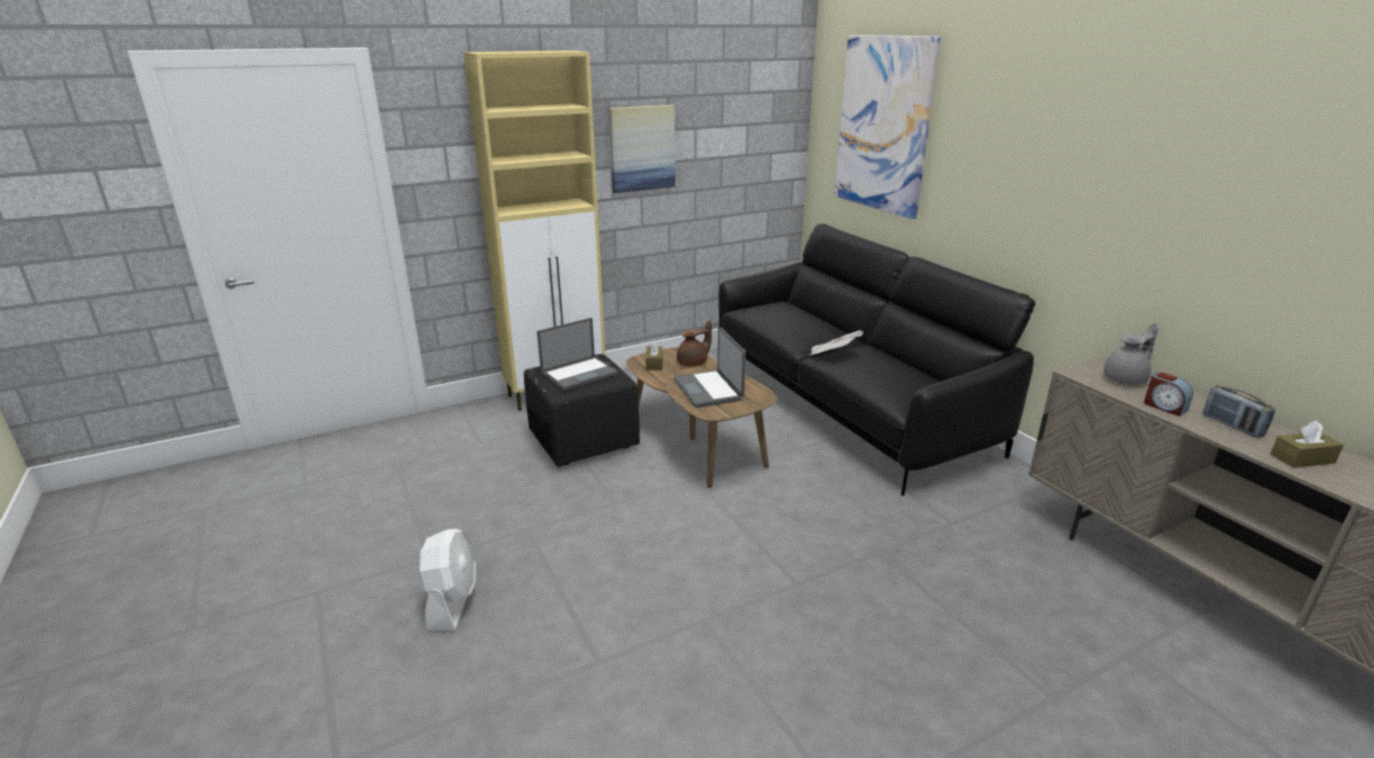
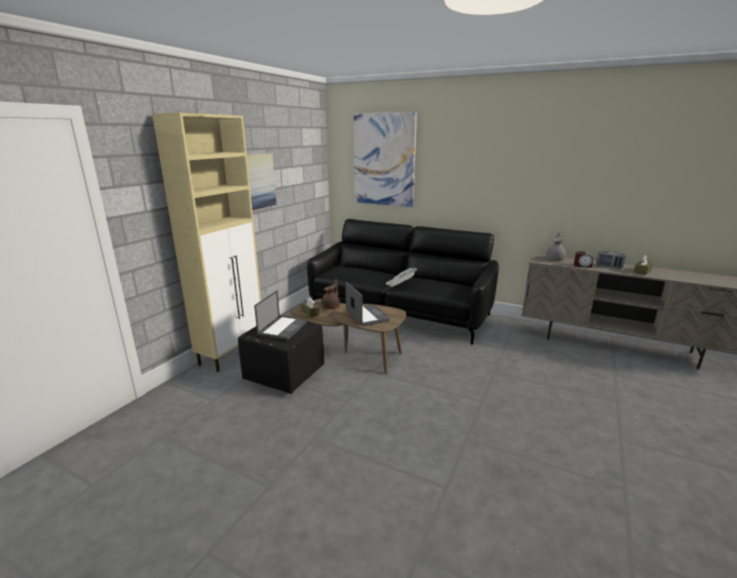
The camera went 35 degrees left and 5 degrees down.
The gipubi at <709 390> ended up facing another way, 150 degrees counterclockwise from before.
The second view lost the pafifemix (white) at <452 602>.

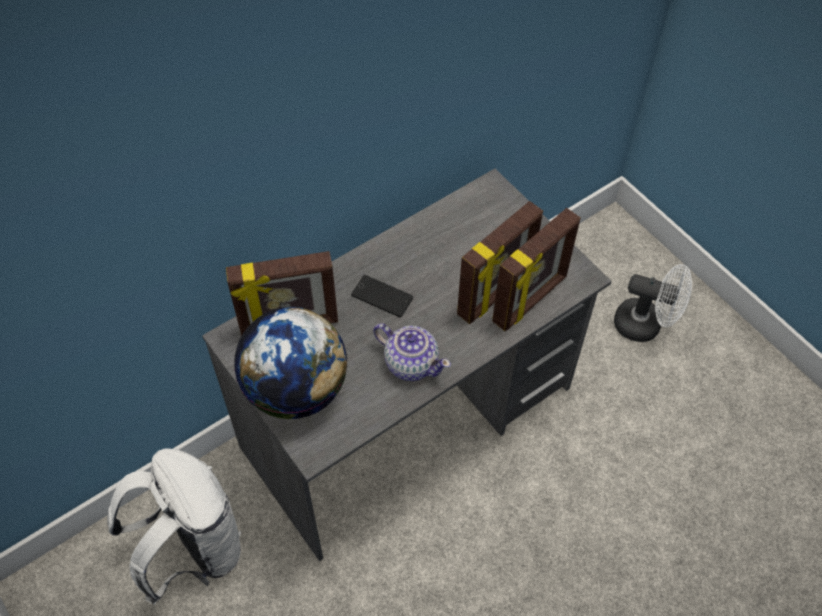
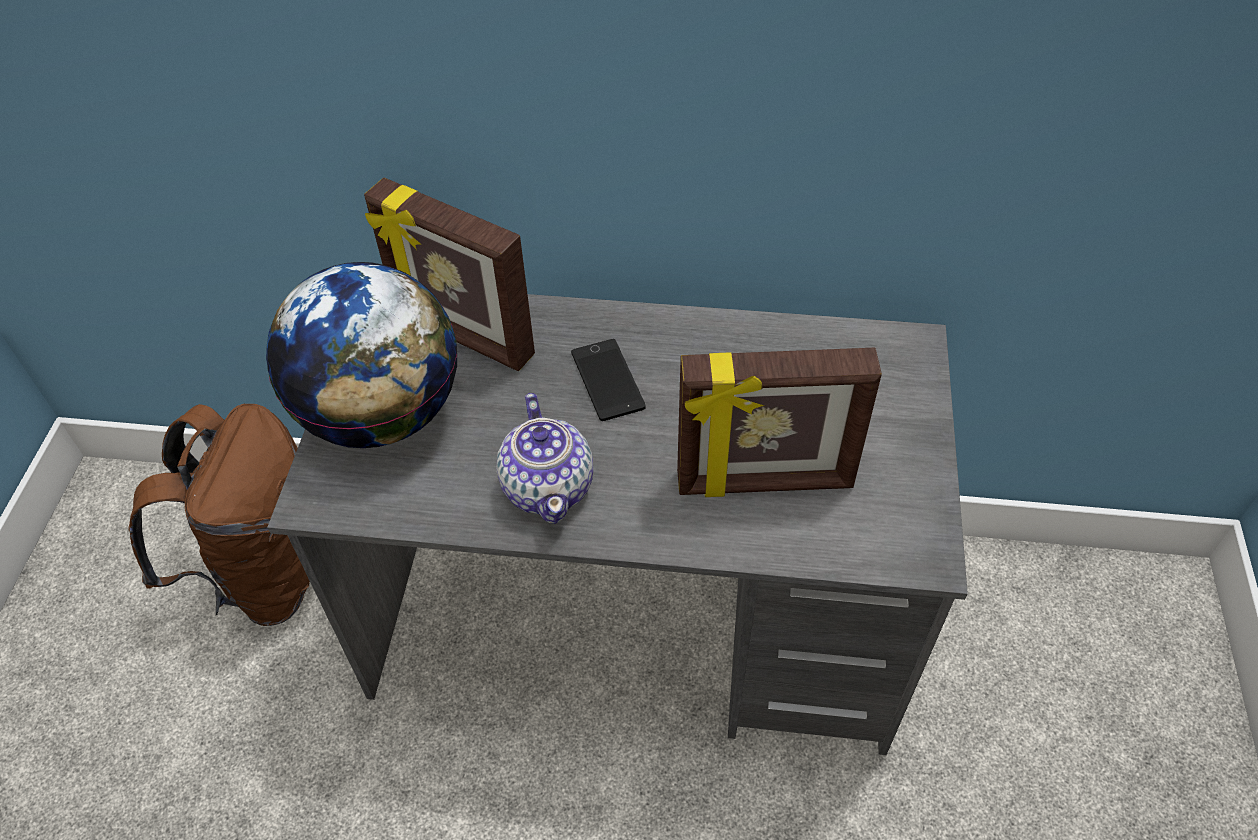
The camera went 45 degrees right and 5 degrees down.
What was the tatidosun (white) at <193 550> turned into the tatidosun (brown) at <268 572>.
The second view lost the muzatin at <531 300>.
The second view lost the pafifemix (white) at <645 325>.

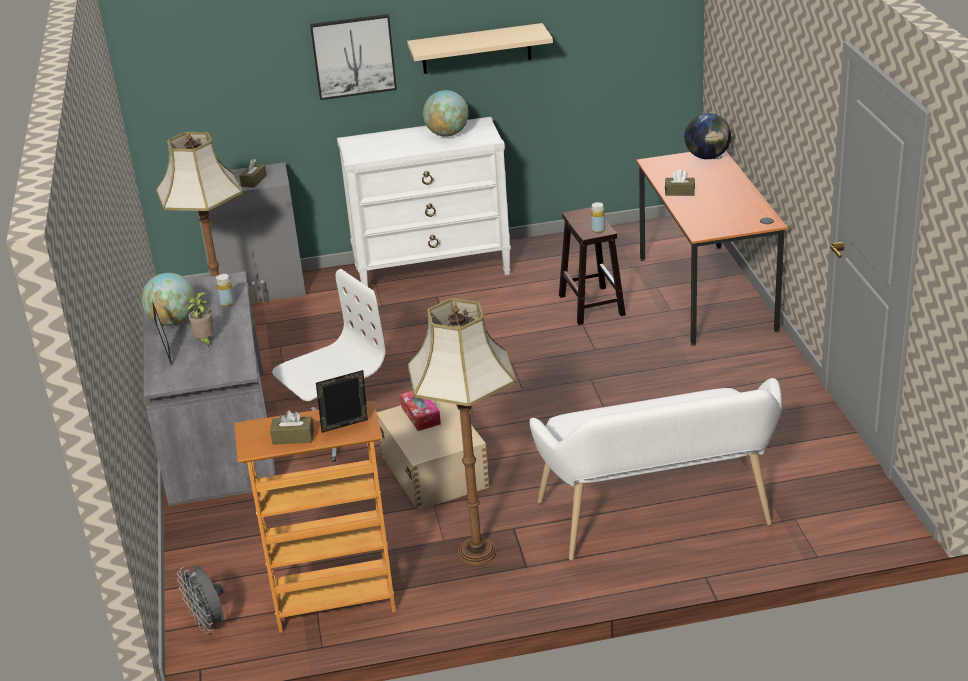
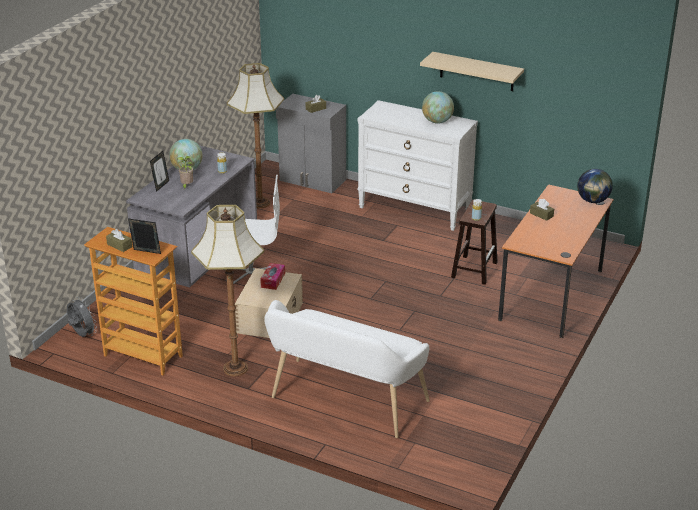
The camera went 35 degrees right and 0 degrees up.
The pafifemix (grey) at <209 623> ended up facing another way, 135 degrees clockwise from before.
The second view lost the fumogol at <353 56>.

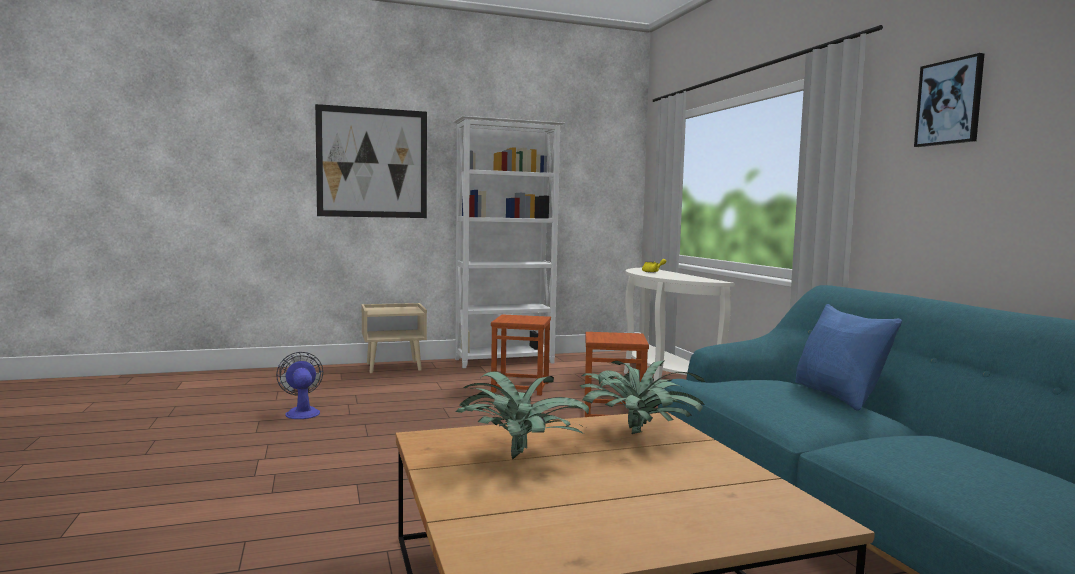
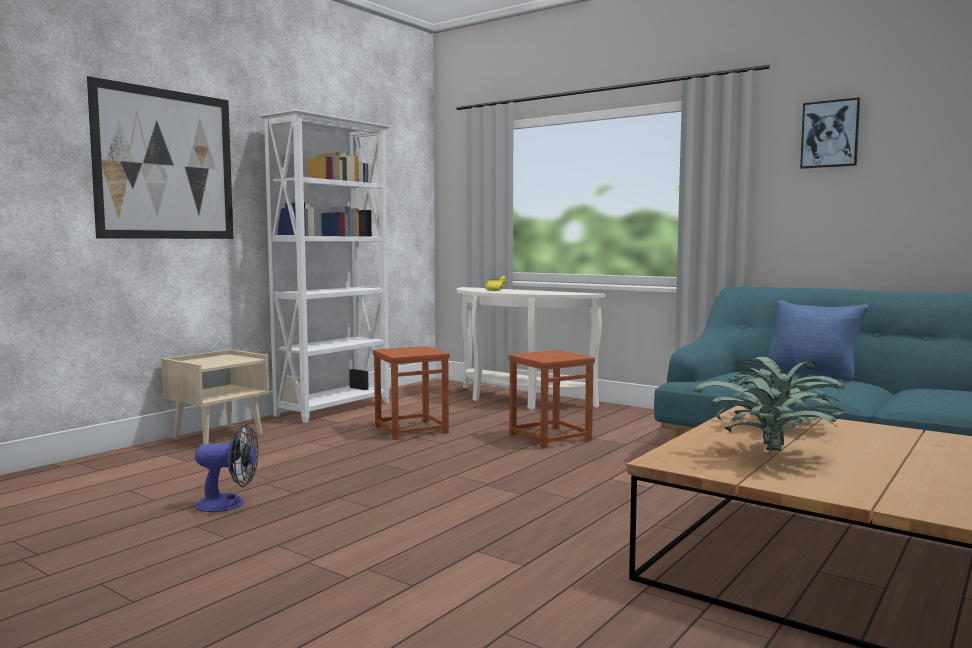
The camera went 35 degrees left and 0 degrees up.
The pafifemix at <302 412> ended up facing another way, 150 degrees clockwise from before.

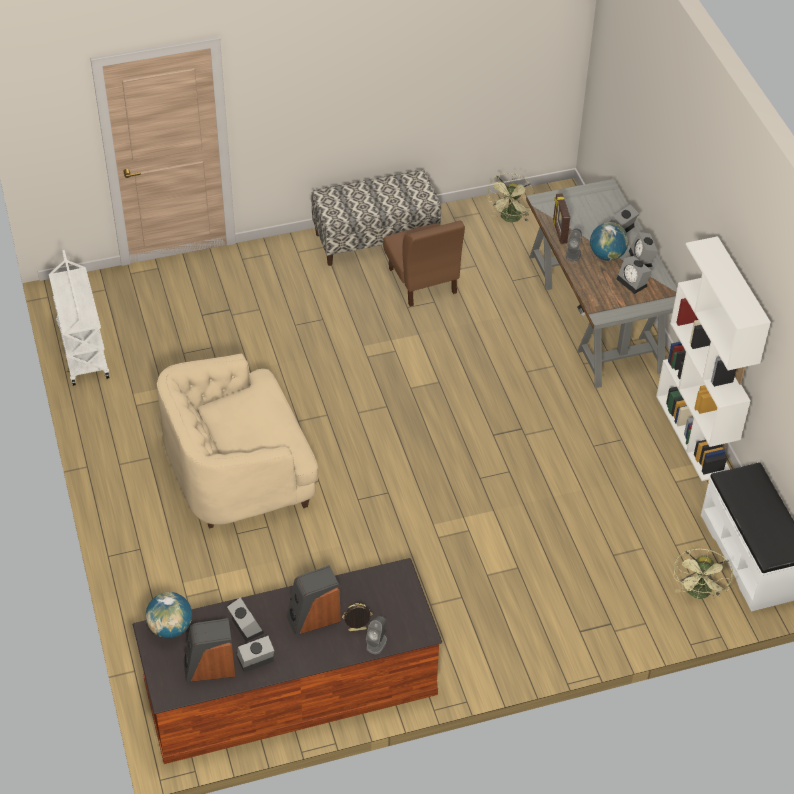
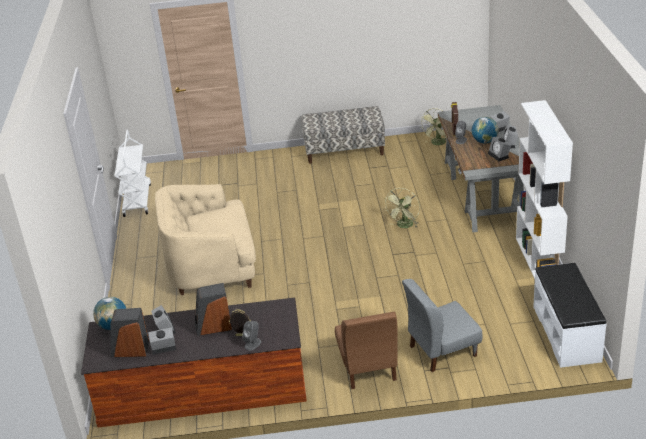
The camera went 15 degrees right and 15 degrees down.
The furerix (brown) ended up elsewhere, having gone from <422 281> to <368 368>.
The pafifemix (green) ended up elsewhere, having gone from <698 594> to <404 226>.
The second view gained the furerix (grey) at <442 350>.

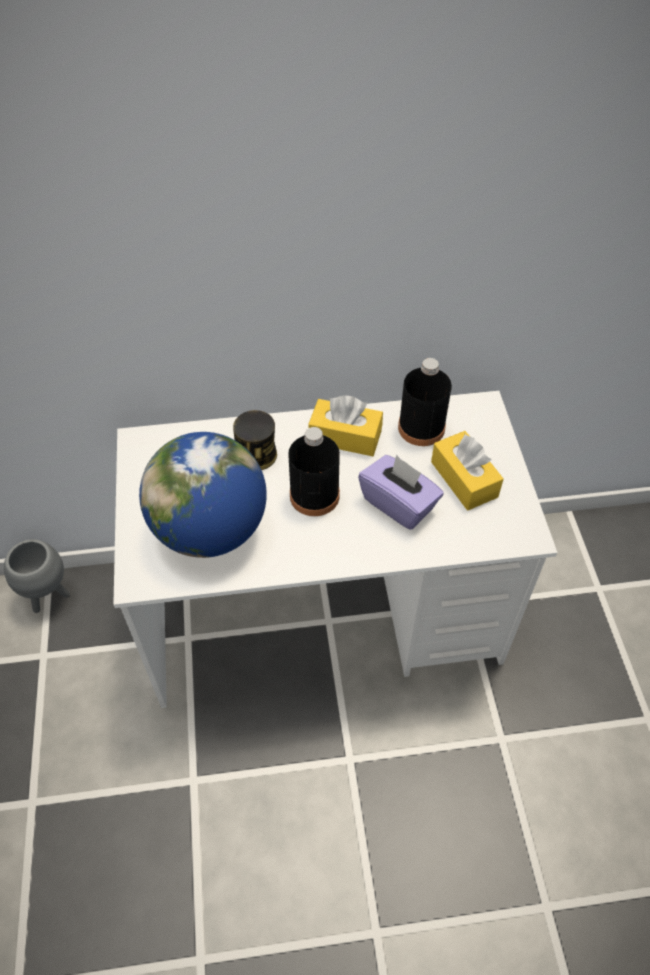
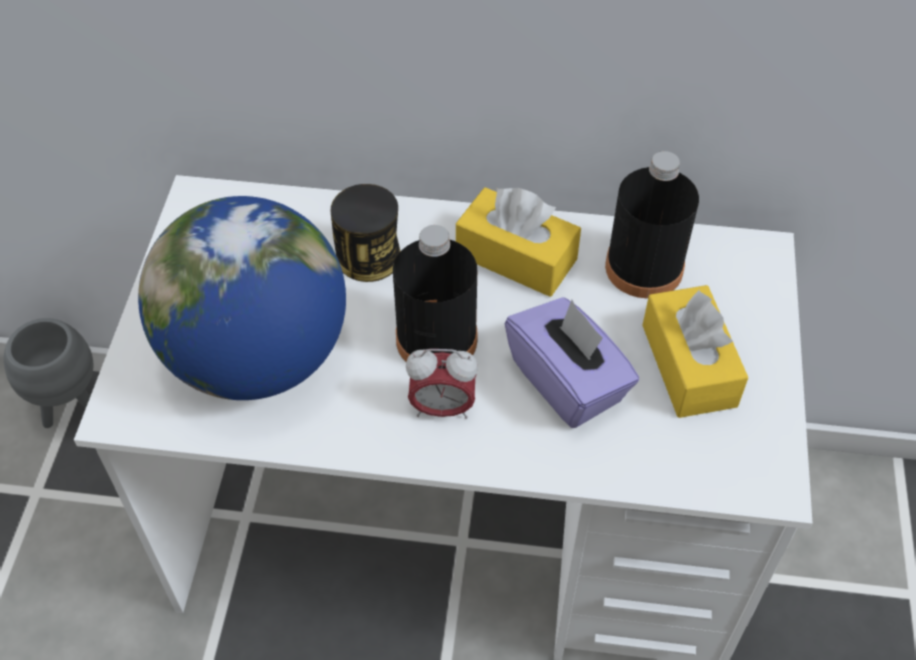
The camera went 15 degrees right and 0 degrees up.
The second view gained the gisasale at <442 408>.

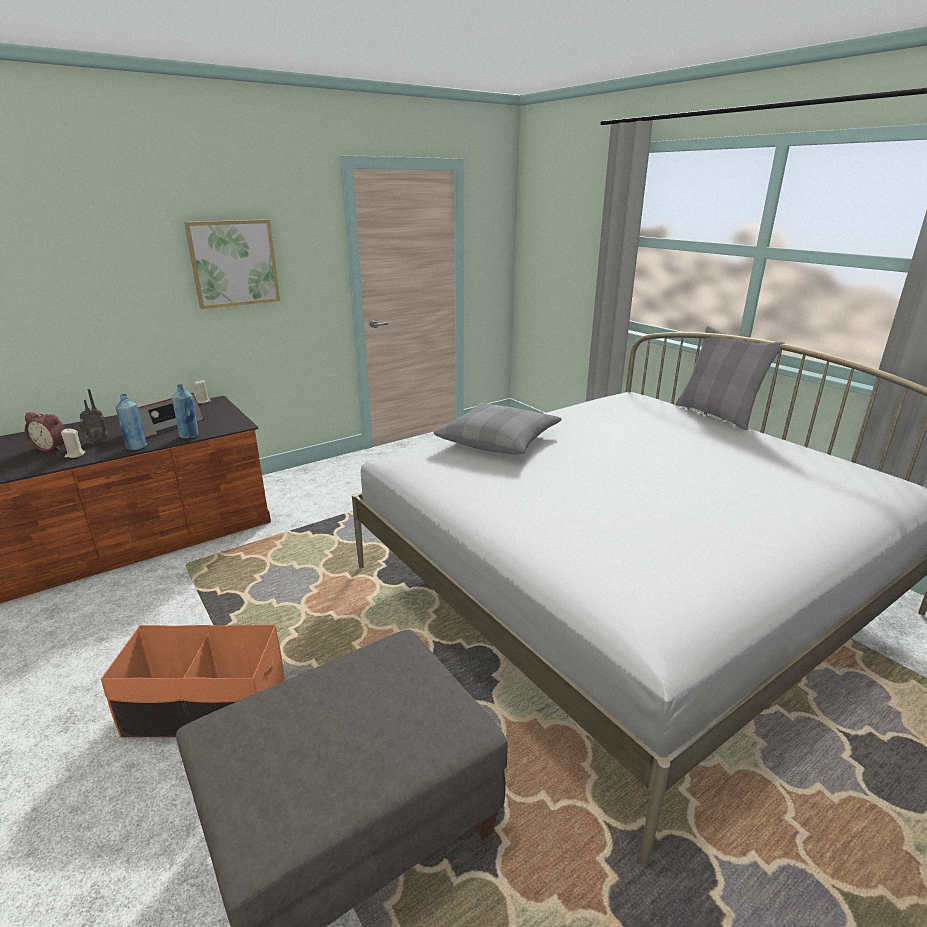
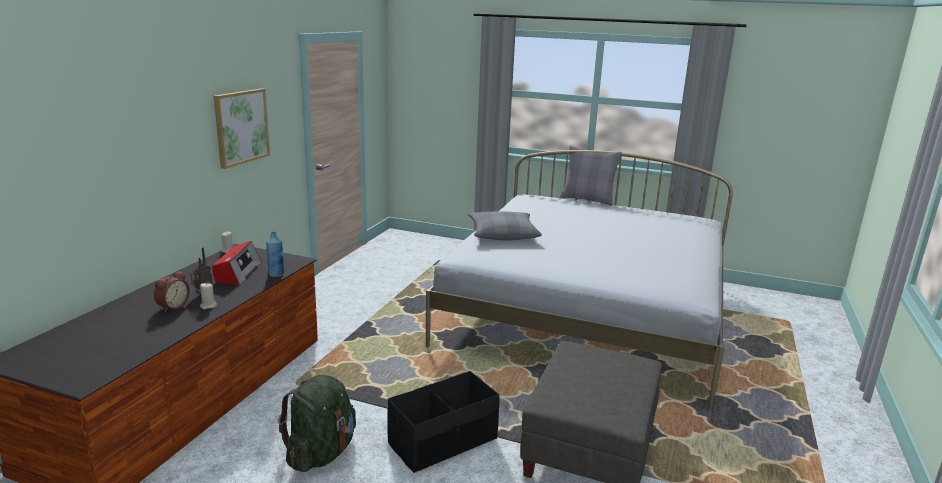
The camera went 35 degrees left and 5 degrees down.
The gisasale at <53 447> ended up facing another way, 45 degrees counterclockwise from before.
The second view gained the tatidosun (green) at <321 453>.
What was the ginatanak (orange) at <207 708> turned into the ginatanak (black) at <443 441>.
The second view lost the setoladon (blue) at <136 447>.

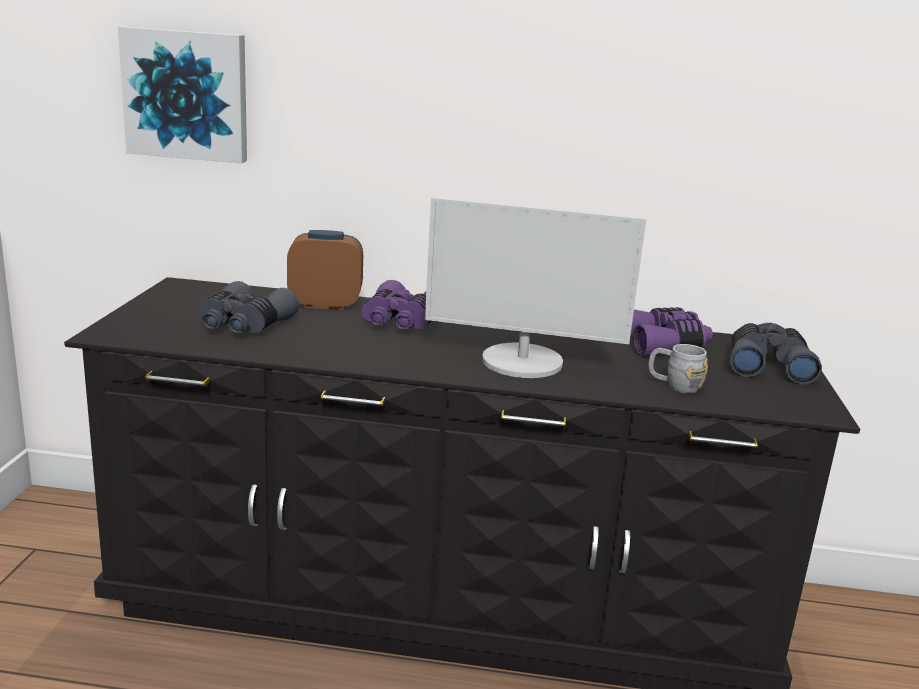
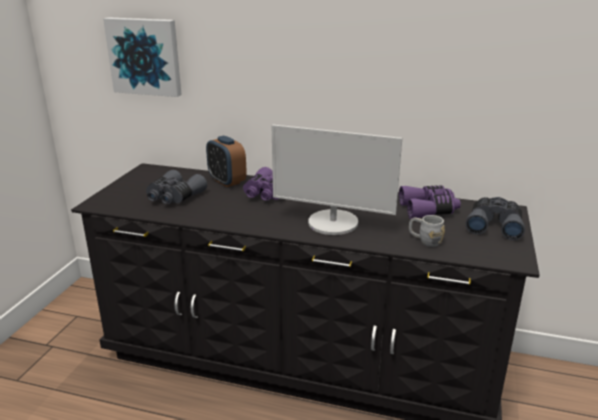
The camera went 10 degrees right and 5 degrees up.
The gisasale at <325 304> ended up facing another way, 135 degrees counterclockwise from before.

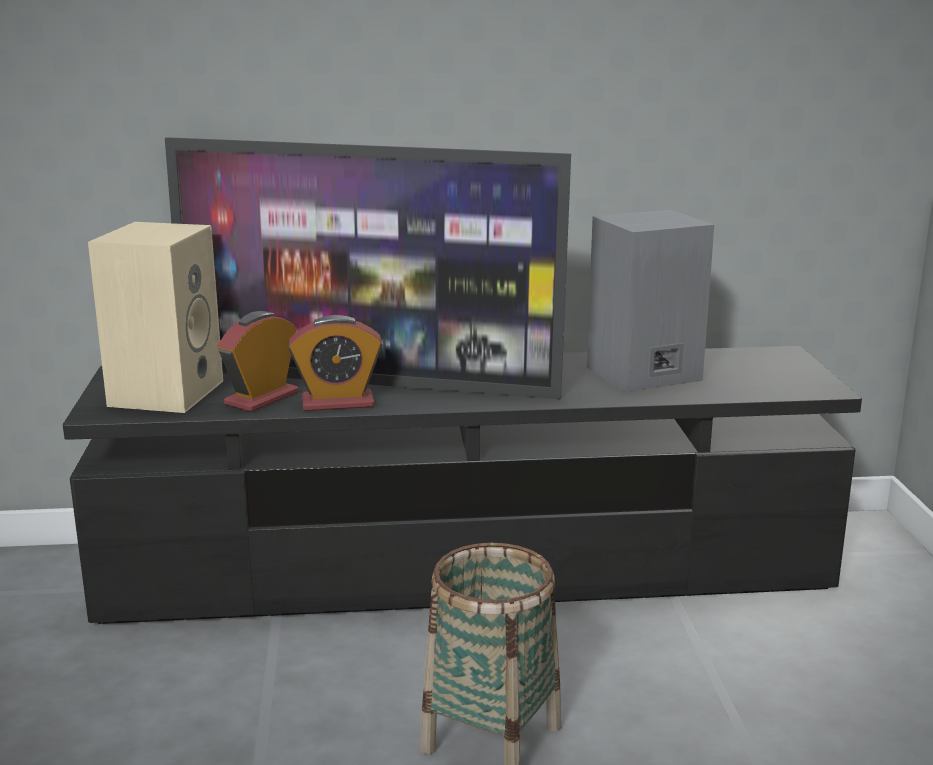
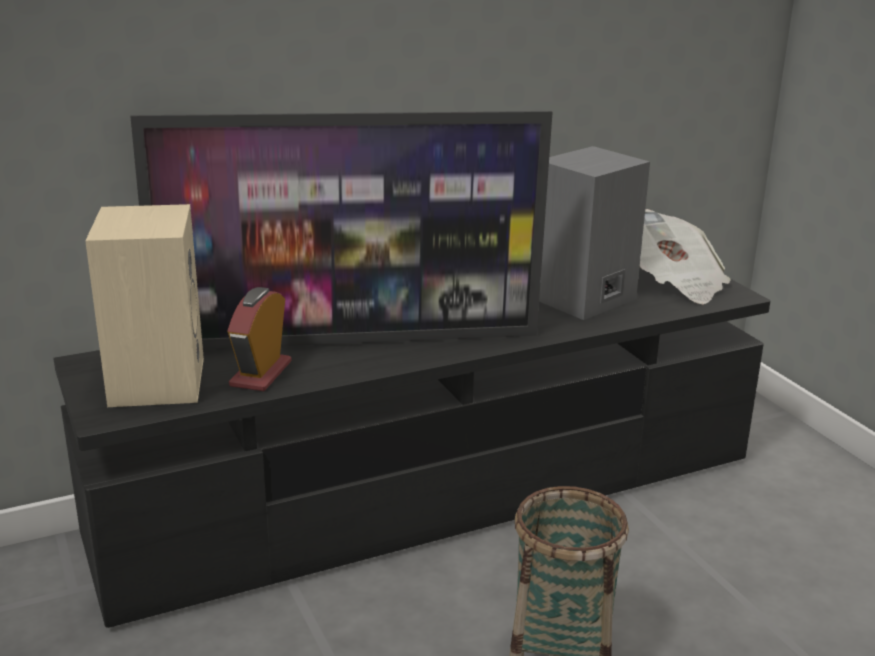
The camera went 20 degrees left and 5 degrees up.
The second view gained the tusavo at <674 283>.
The second view lost the gisasale at <337 402>.

